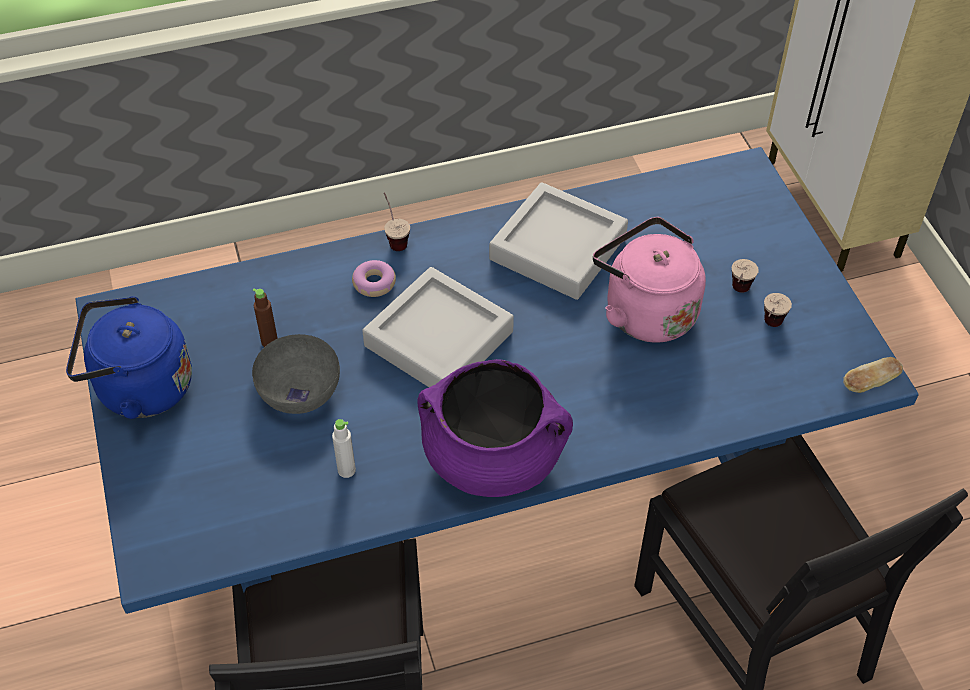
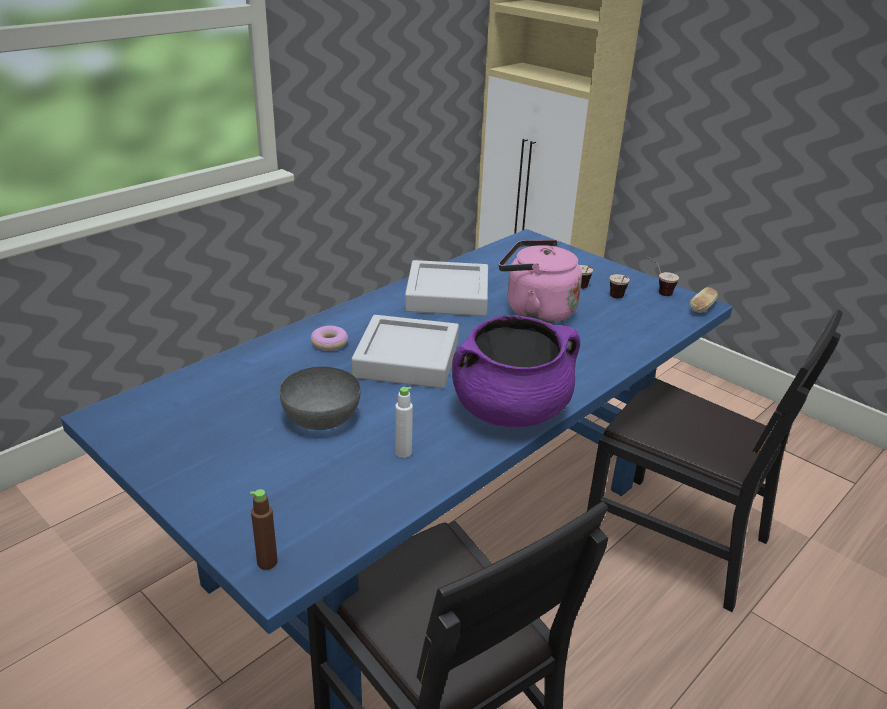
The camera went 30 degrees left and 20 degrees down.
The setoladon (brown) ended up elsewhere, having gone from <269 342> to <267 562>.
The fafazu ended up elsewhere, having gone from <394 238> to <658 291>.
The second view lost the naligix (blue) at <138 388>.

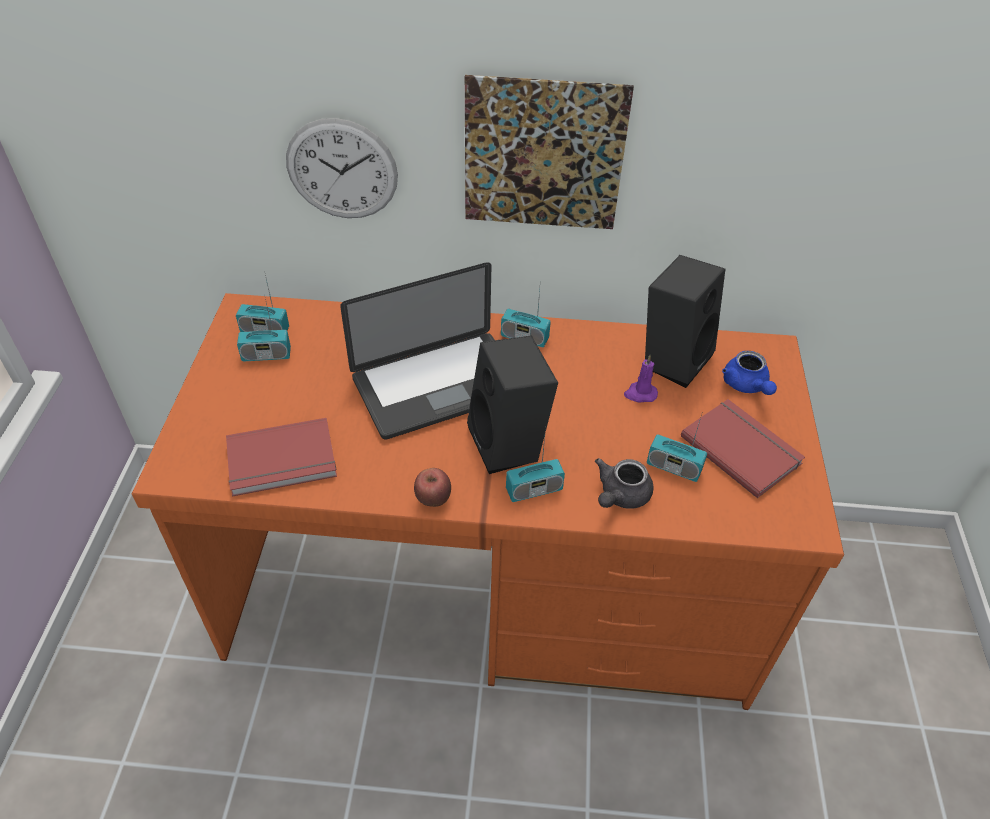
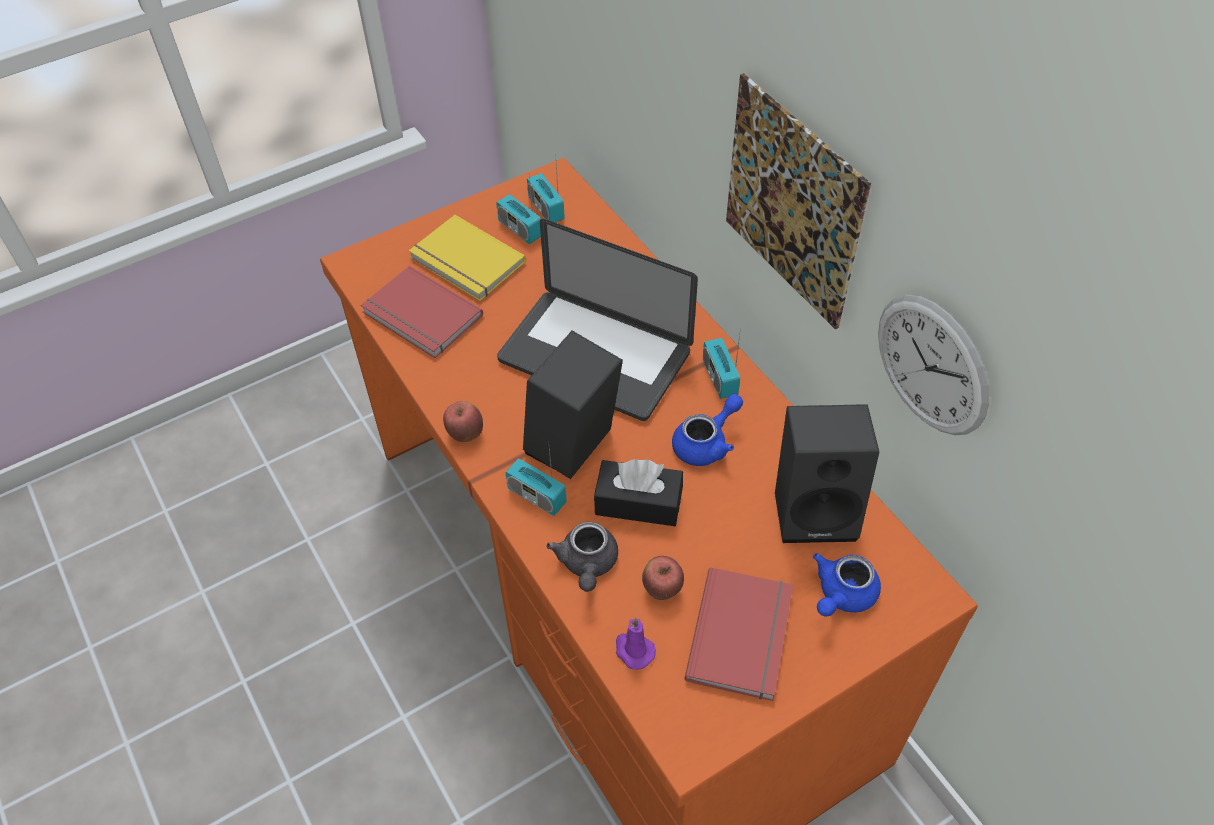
The camera went 55 degrees right and 5 degrees up.
The second view gained the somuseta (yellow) at <465 262>.
The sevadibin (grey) at <620 496> ended up facing another way, 90 degrees counterclockwise from before.
The second view gained the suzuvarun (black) at <638 503>.
The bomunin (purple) ended up elsewhere, having gone from <640 394> to <633 650>.
Where the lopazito stood at <673 467>, the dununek came to stand at <662 589>.
The second view gained the sevadibin (blue) at <706 443>.
The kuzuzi ended up elsewhere, having gone from <342 170> to <931 365>.

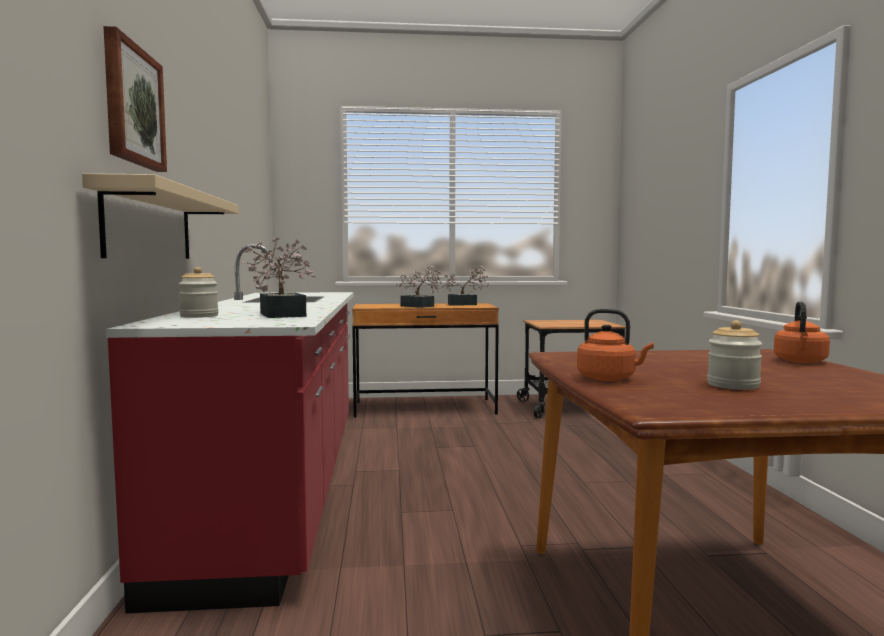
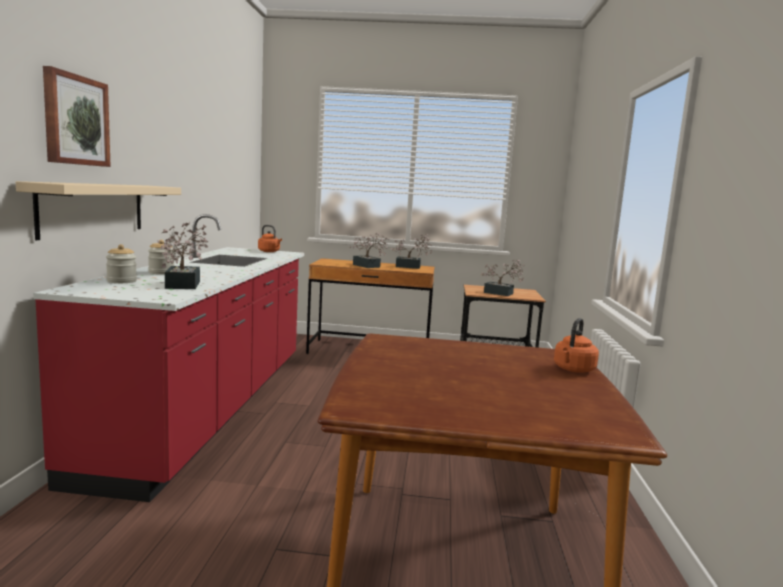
The camera went 10 degrees right and 5 degrees up.
The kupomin ended up elsewhere, having gone from <733 385> to <161 272>.
The naligix (orange) ended up elsewhere, having gone from <609 378> to <269 251>.
The second view gained the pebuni at <501 294>.

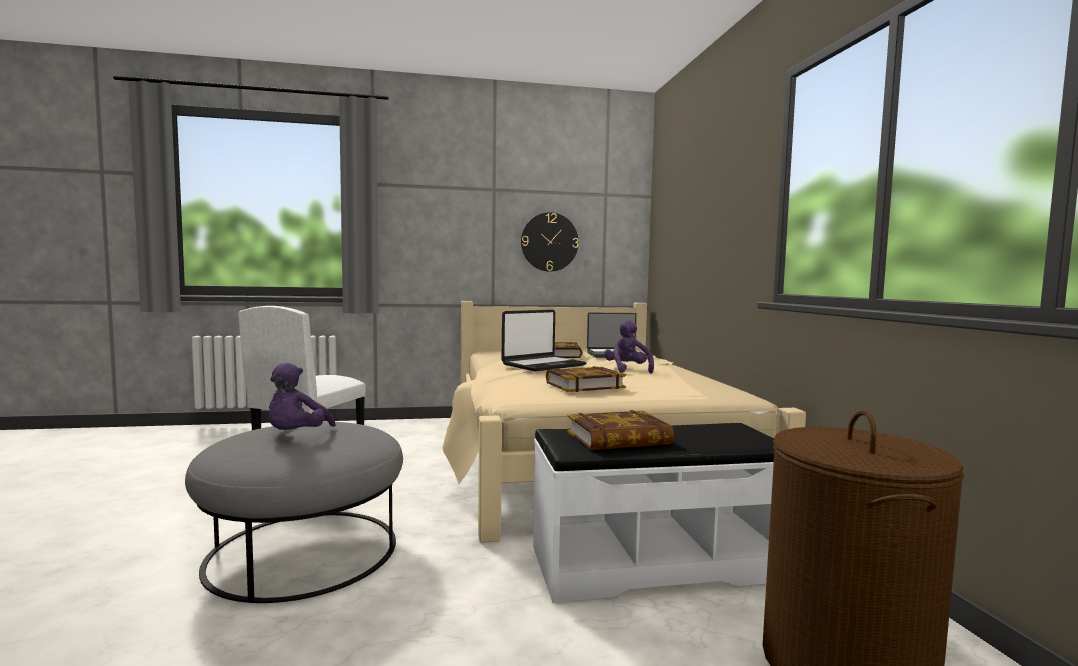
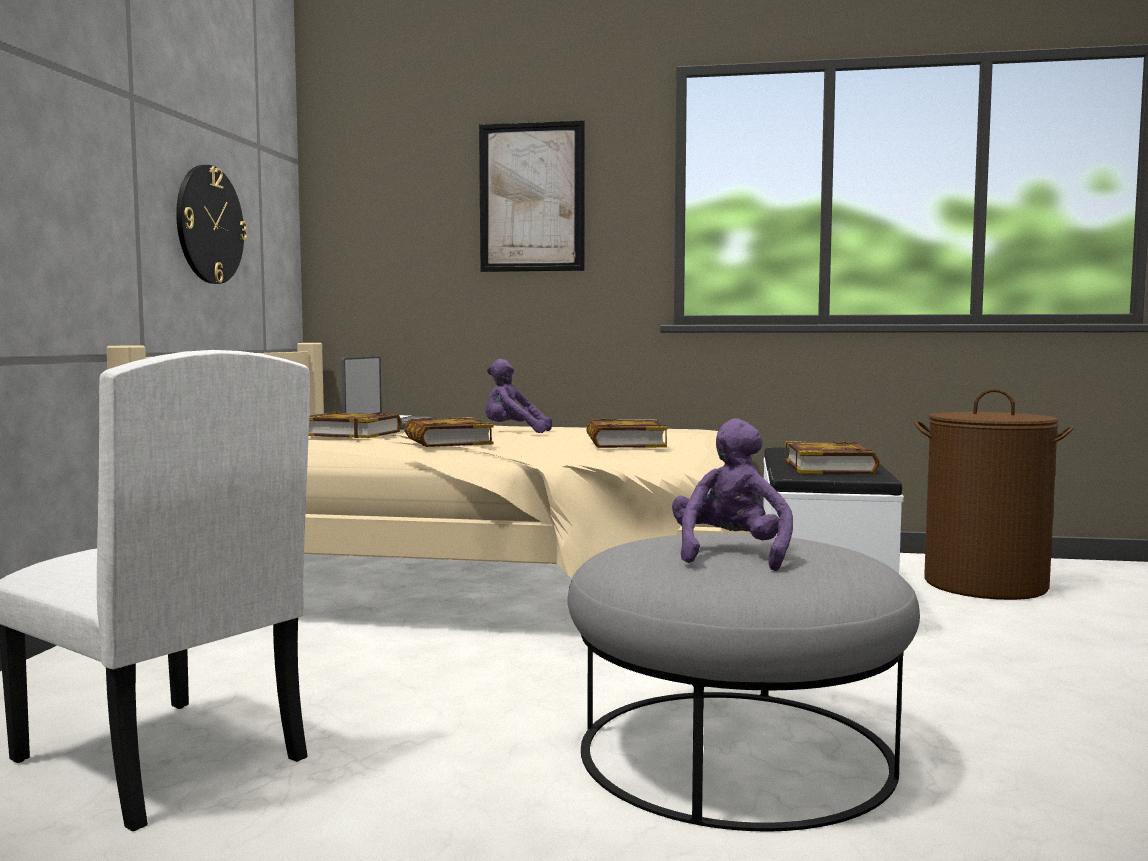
The camera went 70 degrees left and 0 degrees up.
Where the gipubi stood at <543 365>, the somuseta came to stand at <447 441>.
The second view gained the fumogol at <532 197>.
The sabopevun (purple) at <296 436> ended up facing another way, 105 degrees counterclockwise from before.

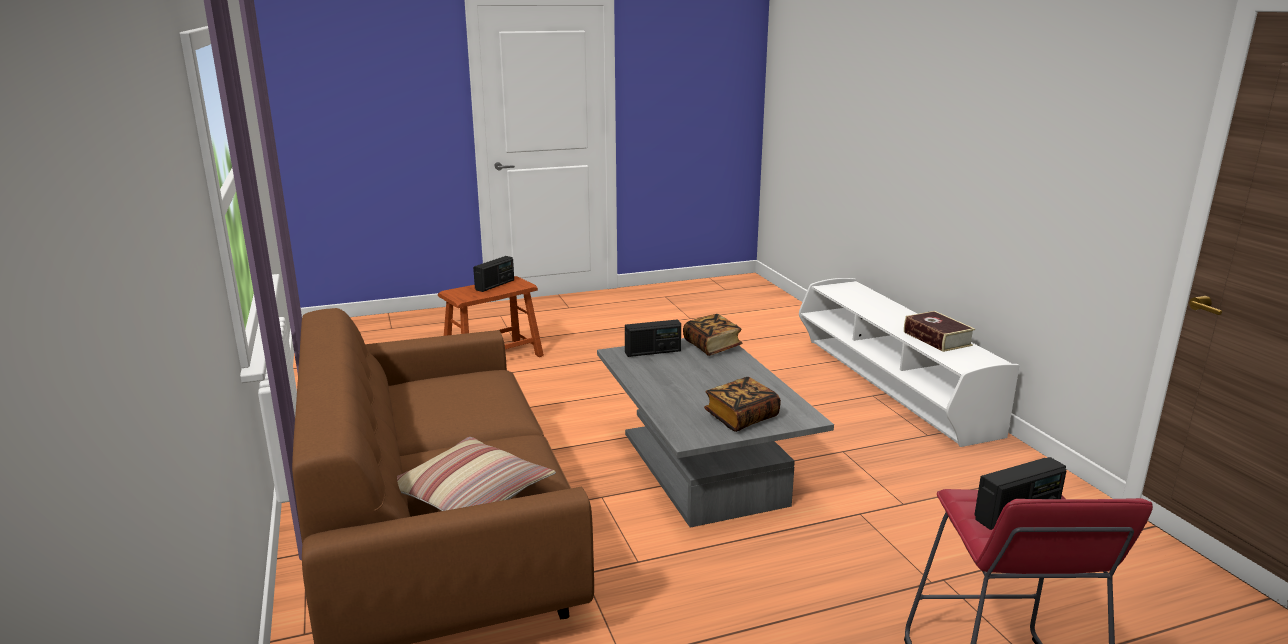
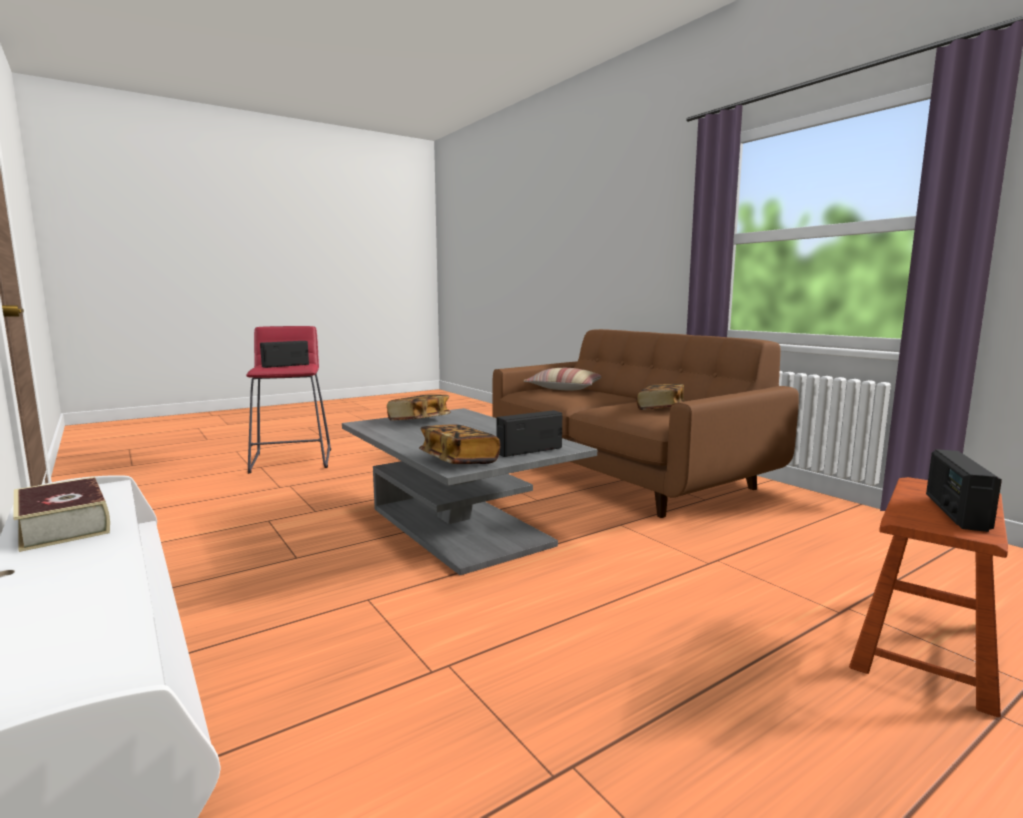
The camera went 165 degrees right and 10 degrees down.
The second view gained the somuseta at <660 409>.

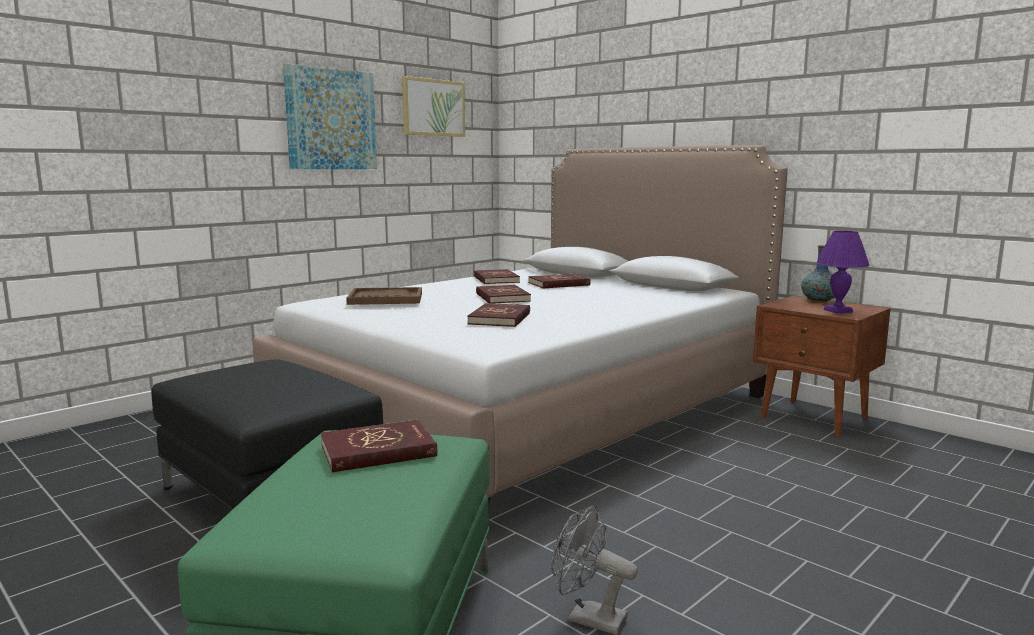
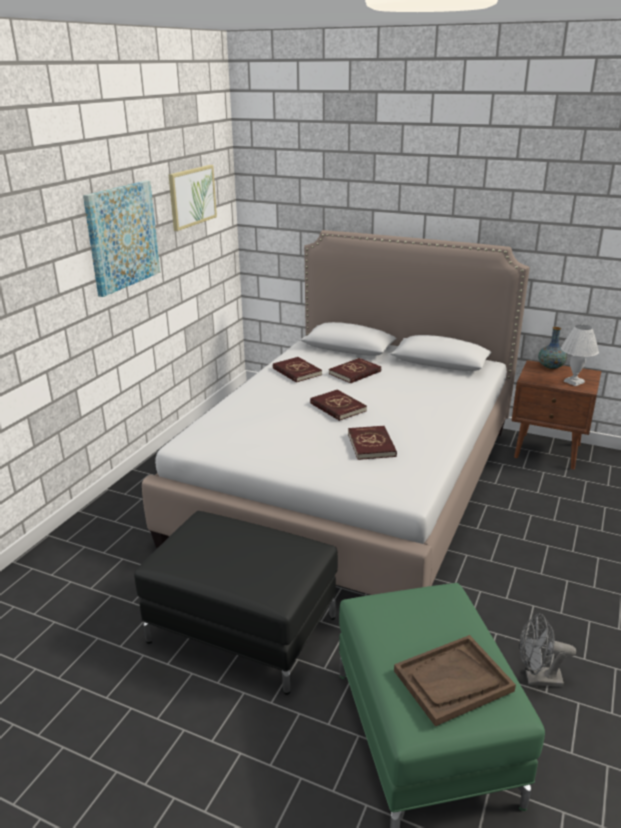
The camera went 20 degrees left and 15 degrees up.
The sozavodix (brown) ended up elsewhere, having gone from <385 299> to <453 681>.
What was the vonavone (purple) at <838 311> turned into the vonavone (white) at <574 381>.
The second view lost the somuseta (red) at <378 451>.

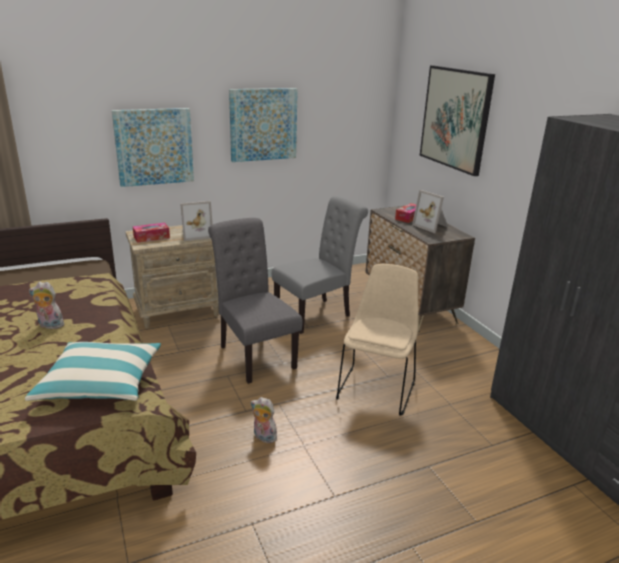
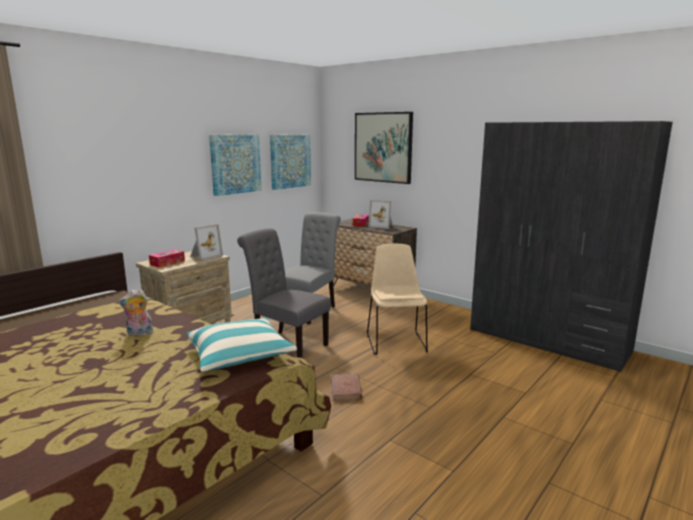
The camera went 25 degrees left and 10 degrees down.
The fumogol ended up elsewhere, having gone from <154 147> to <290 161>.
Where the sabopevun stood at <263 437>, the somuseta (brown) came to stand at <346 390>.

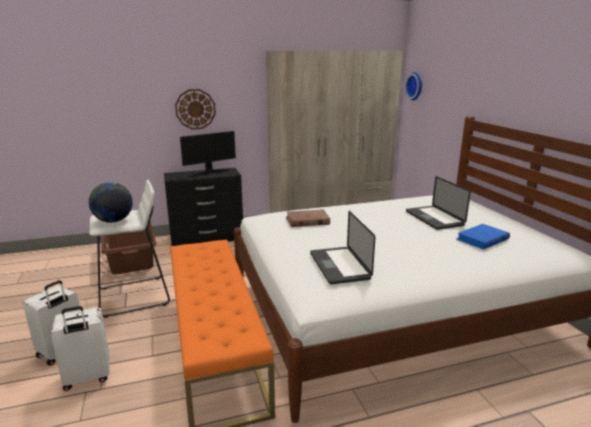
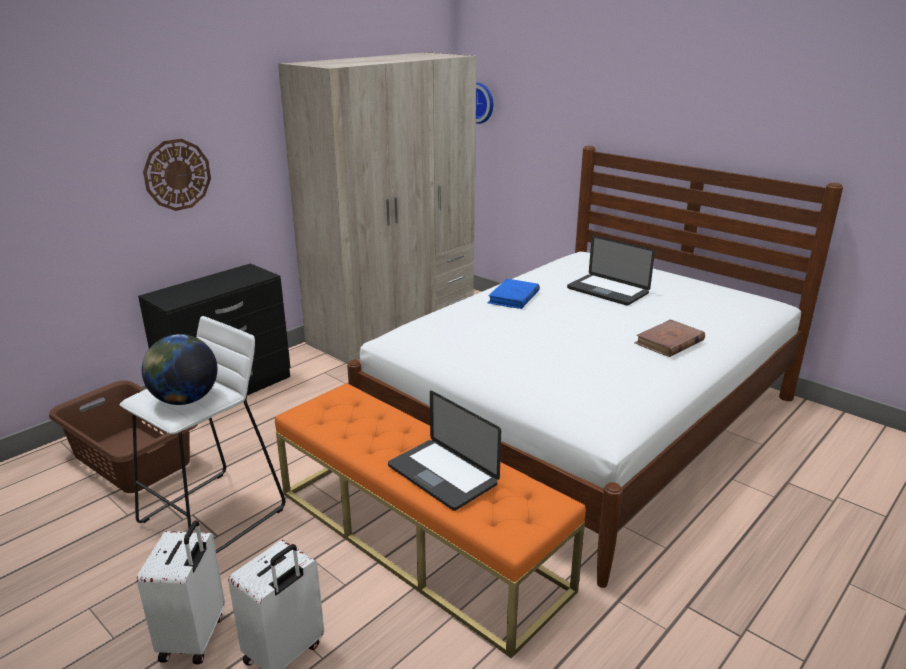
The camera went 30 degrees left and 5 degrees up.
The gipubi ended up elsewhere, having gone from <339 266> to <442 475>.
The somuseta (blue) ended up elsewhere, having gone from <482 239> to <513 297>.
The somuseta (brown) ended up elsewhere, having gone from <307 221> to <669 342>.
The second view lost the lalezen at <210 171>.

